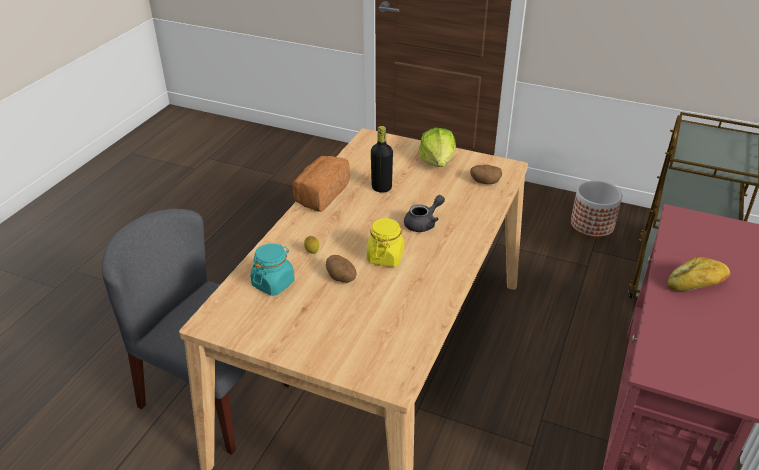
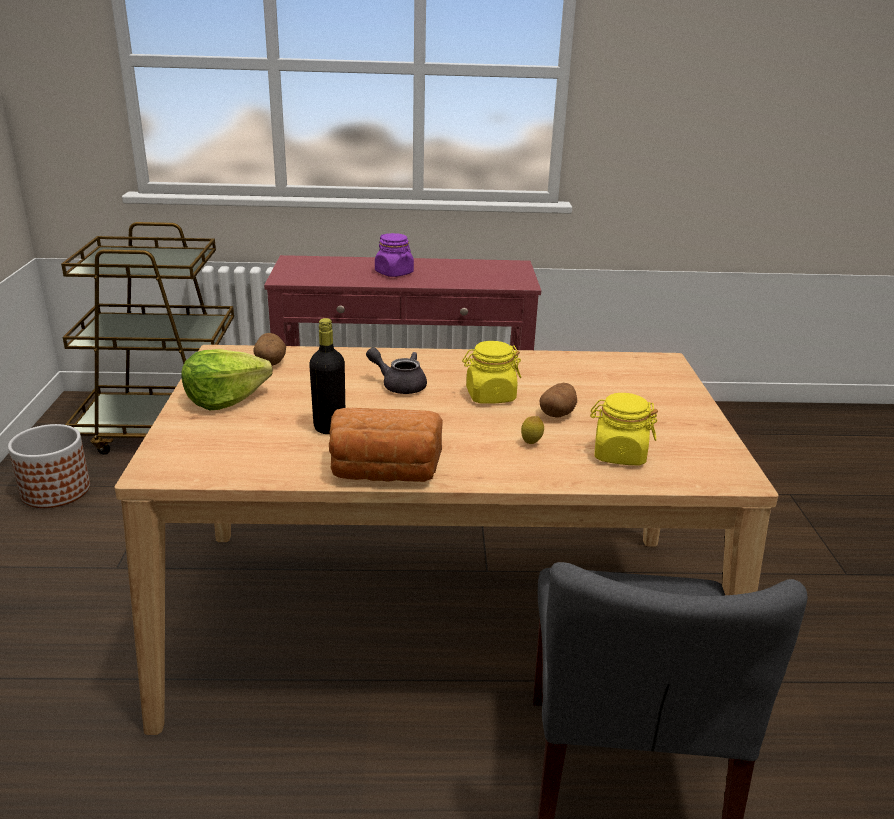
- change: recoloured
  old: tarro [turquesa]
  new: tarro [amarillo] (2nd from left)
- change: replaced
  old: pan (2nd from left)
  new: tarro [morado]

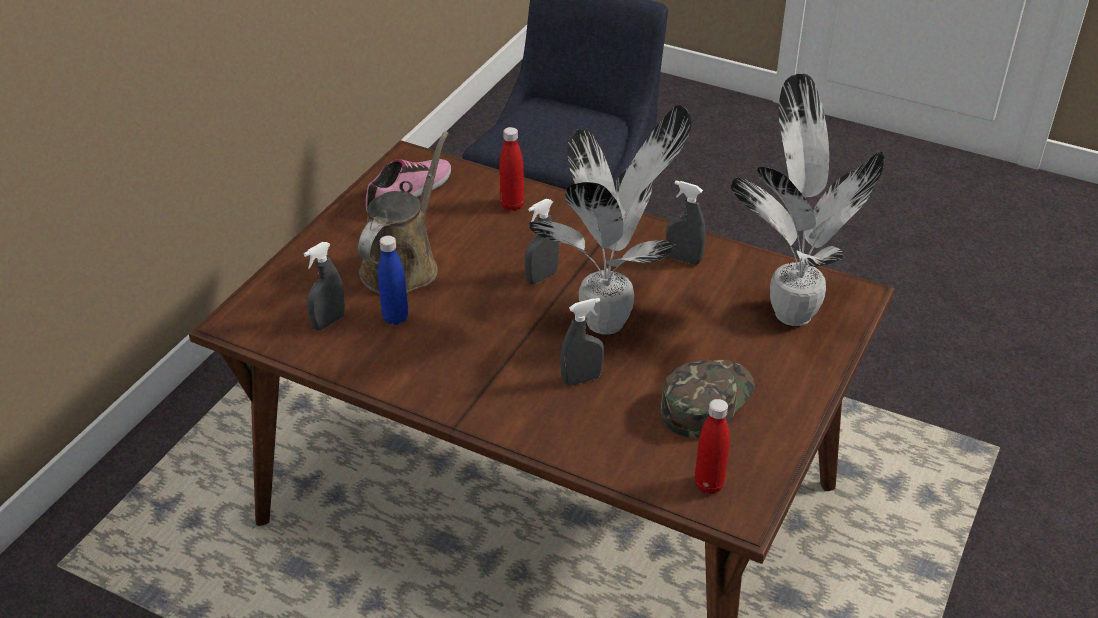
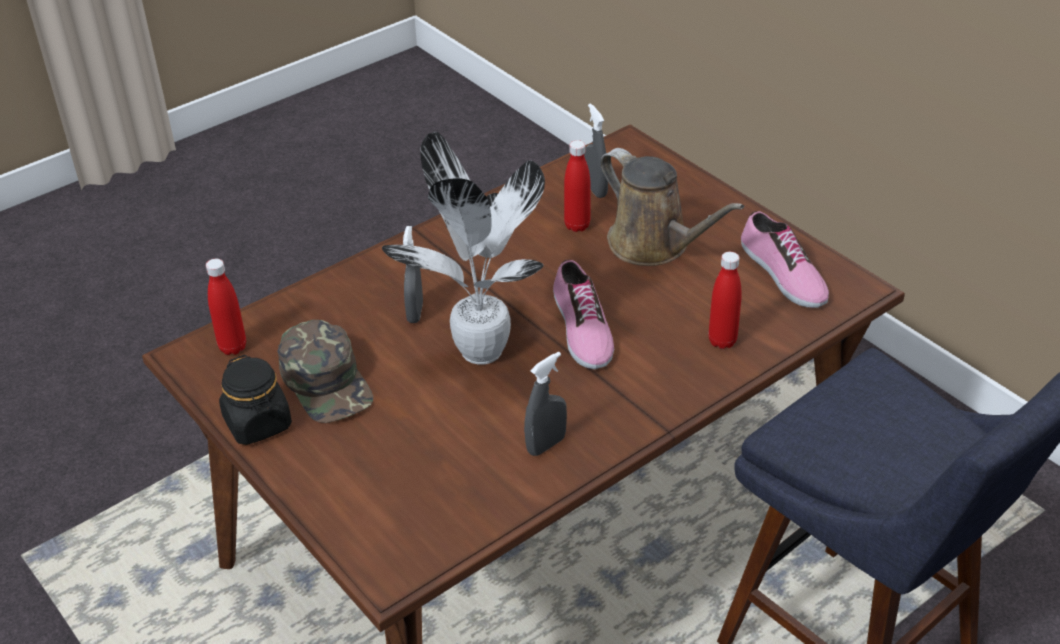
- change: removed
  old: planta en maceta (2nd from left)
- change: replaced
  old: pulverizador [gris] (2nd from left)
  new: zapato (1st from left)
- change: recoloured
  old: botella [azul]
  new: botella [rojo] (2nd from left)
- change: added
  new: tarro [negro]

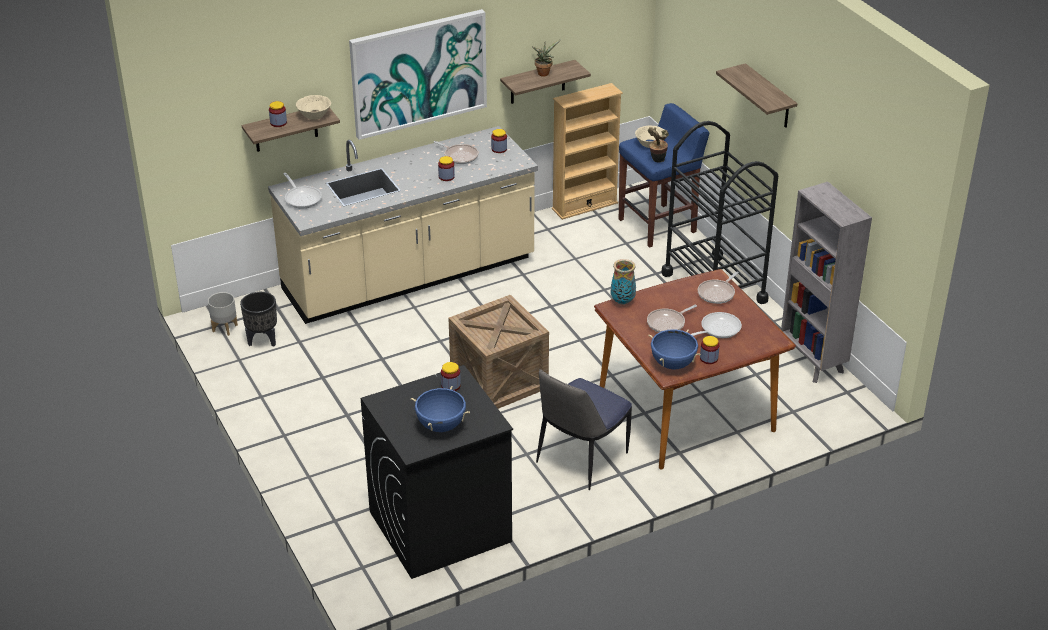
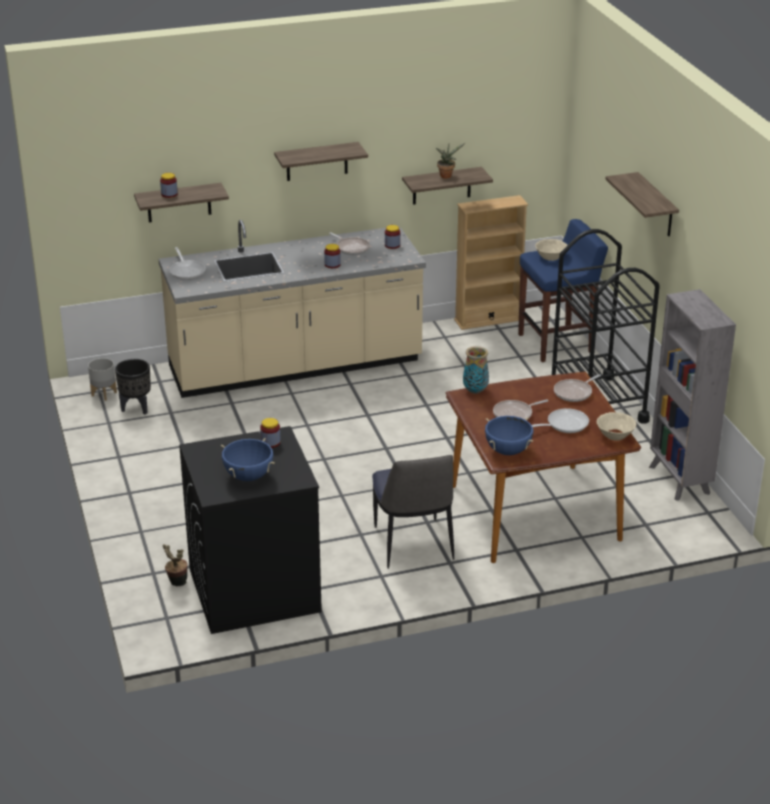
- change: replaced
  old: cuadro
  new: estante (2nd from left)
- change: moved
  old: cuenco [beis] (1st from left in the first image)
  new: cuenco [beis] (2nd from left)
- change: moved
  old: planta en maceta (2nd from left in the first image)
  new: planta en maceta (1st from left)
- change: removed
  old: caja de embalaje
- change: removed
  old: tarro (5th from left)
- change: turned
  old: silla
  degrees: -60

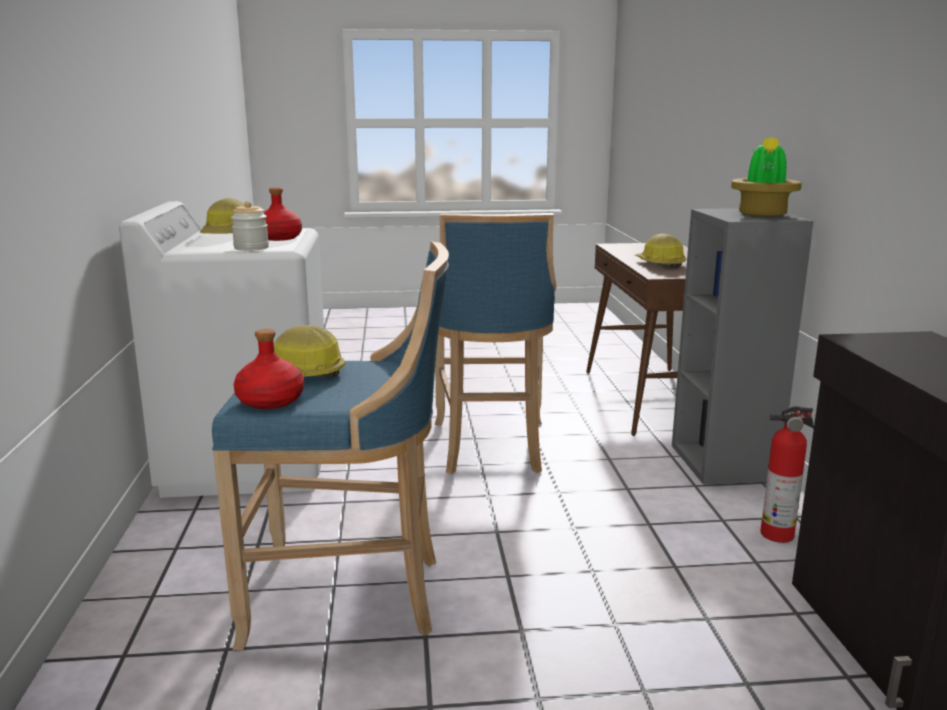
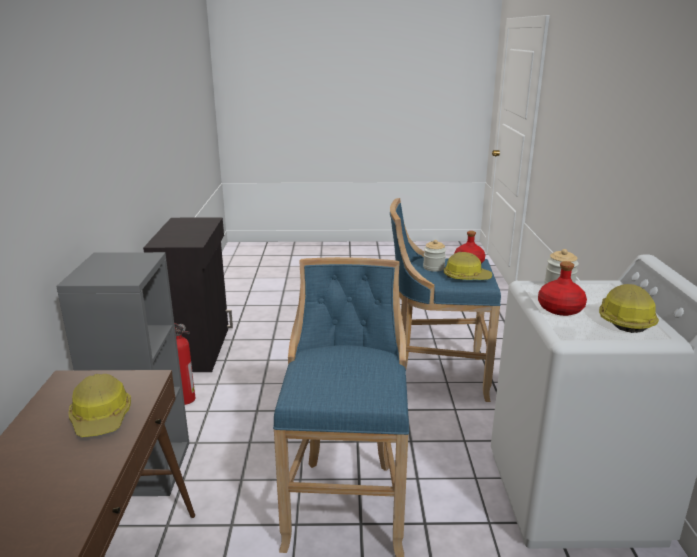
- change: removed
  old: planta en maceta
- change: added
  new: tarro (1st from left)

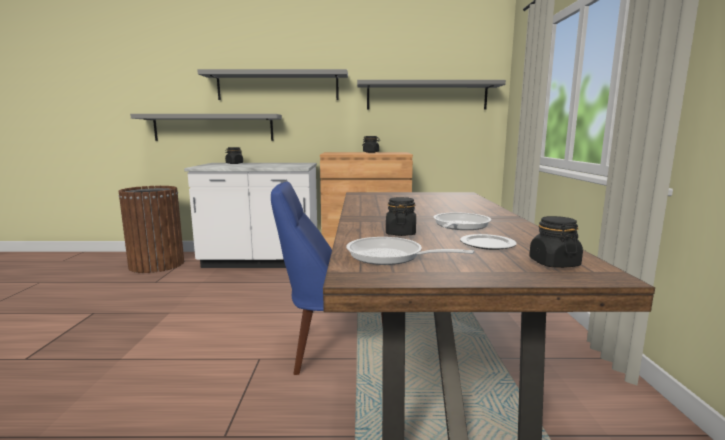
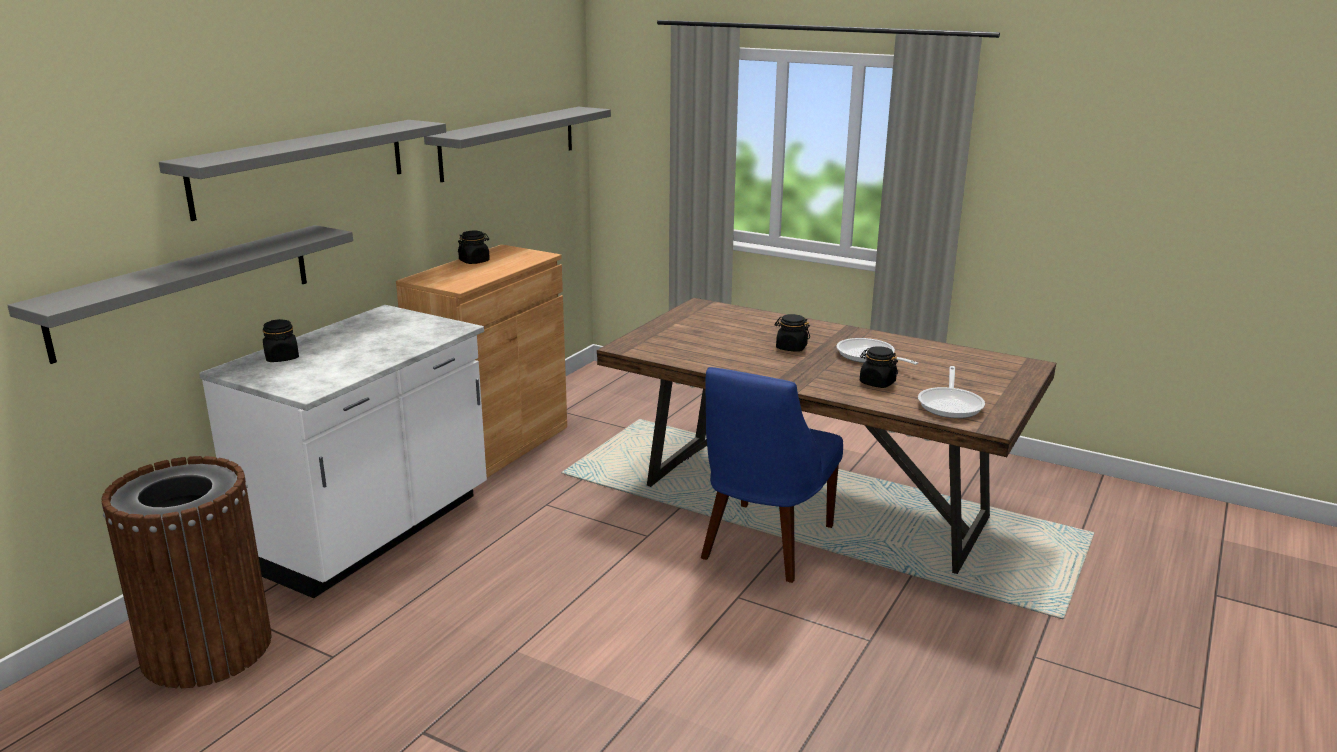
- change: moved
  old: tarro [negro] (4th from left in the first image)
  new: tarro [negro] (3rd from left)
- change: removed
  old: plato
- change: turned
  old: sartén (1st from left in the first image)
  degrees: -45

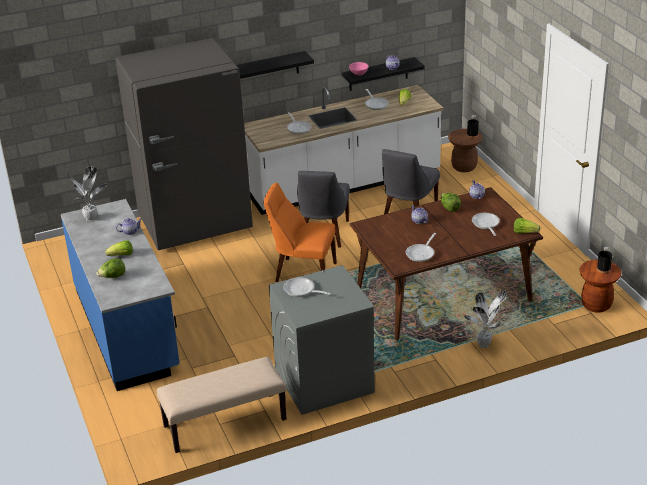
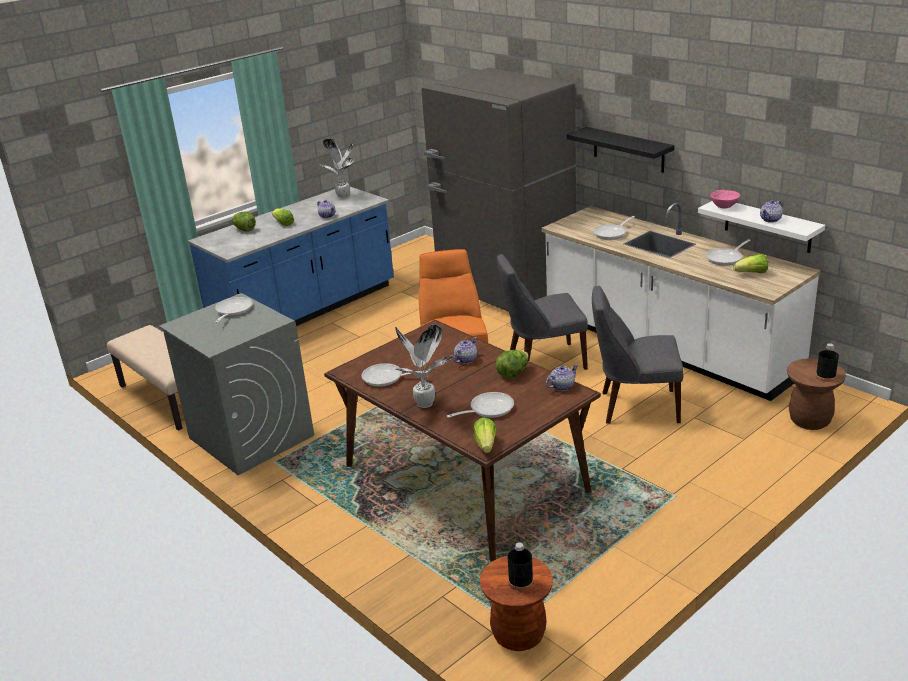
- change: recoloured
  old: estante [negro] (2nd from left)
  new: estante [blanco]
- change: moved
  old: planta en maceta (2nd from left)

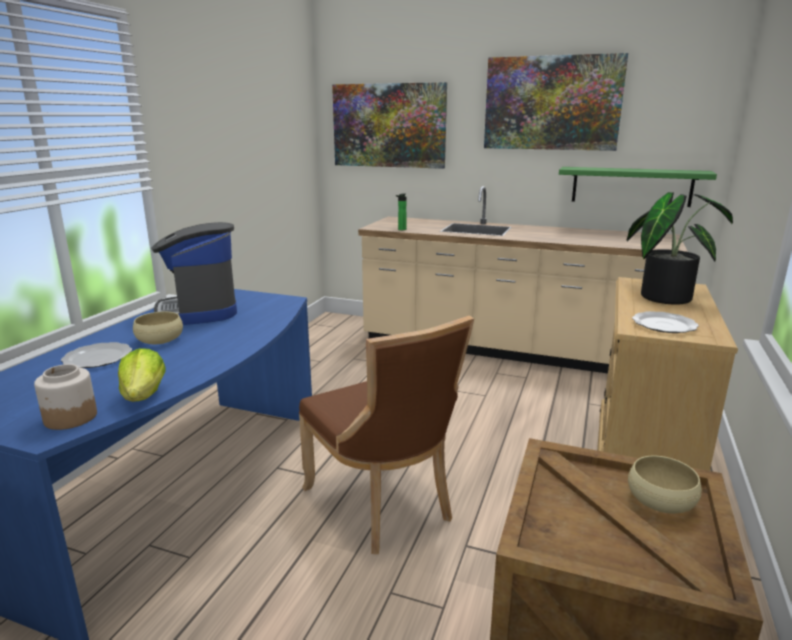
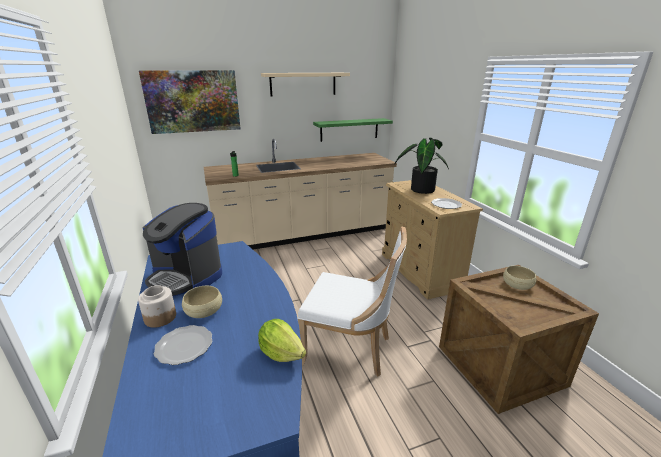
- change: replaced
  old: cuadro (2nd from left)
  new: estante [beis]
- change: recoloured
  old: silla [marrón]
  new: silla [blanco]
- change: moved
  old: tarro

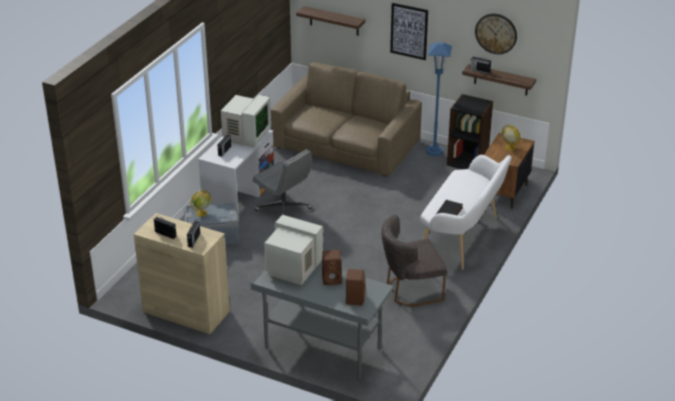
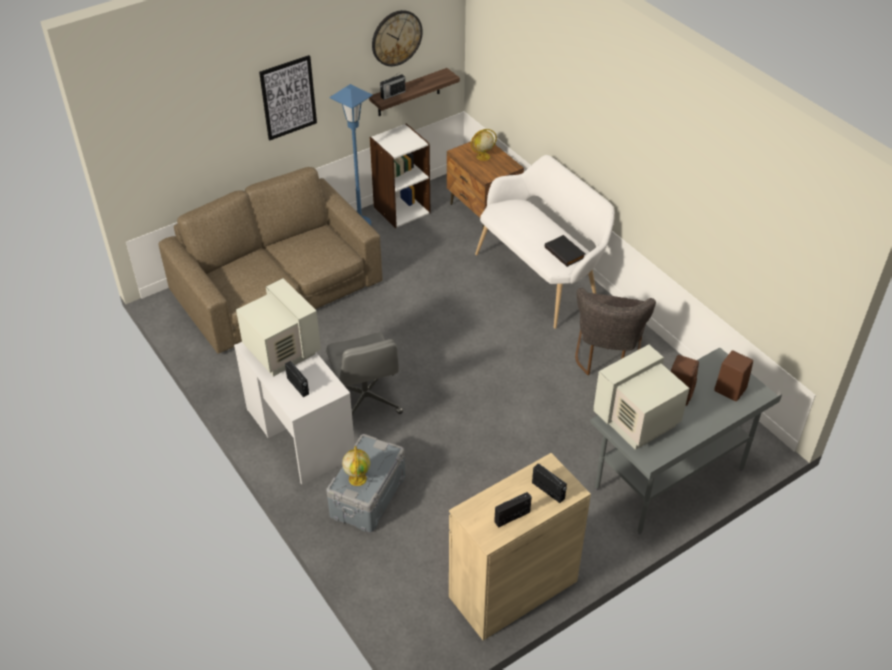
- change: removed
  old: estante (1st from left)
- change: recoloured
  old: estantería [negro]
  new: estantería [blanco]
- change: turned
  old: silla de oficina [gris]
  degrees: 90

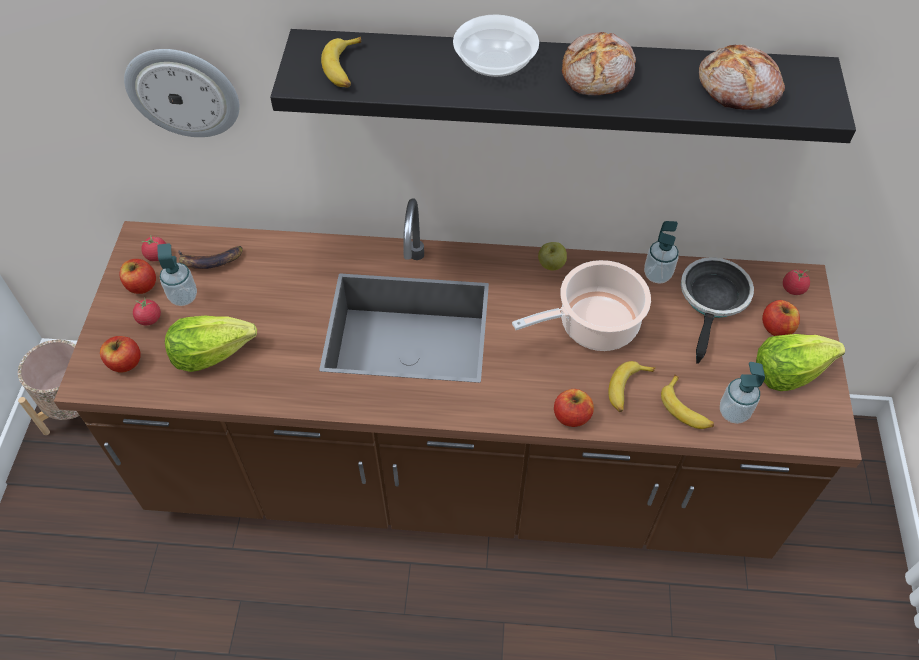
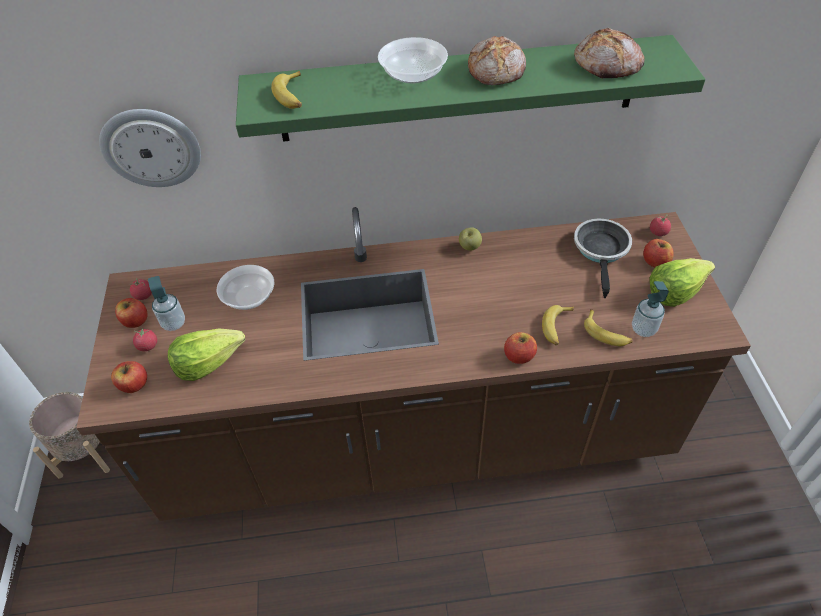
- change: recoloured
  old: estante [negro]
  new: estante [verde]
- change: removed
  old: dispensador de jabón (2nd from left)
- change: removed
  old: plátano (1st from left)
- change: removed
  old: olla
- change: added
  new: cuenco (1st from left)

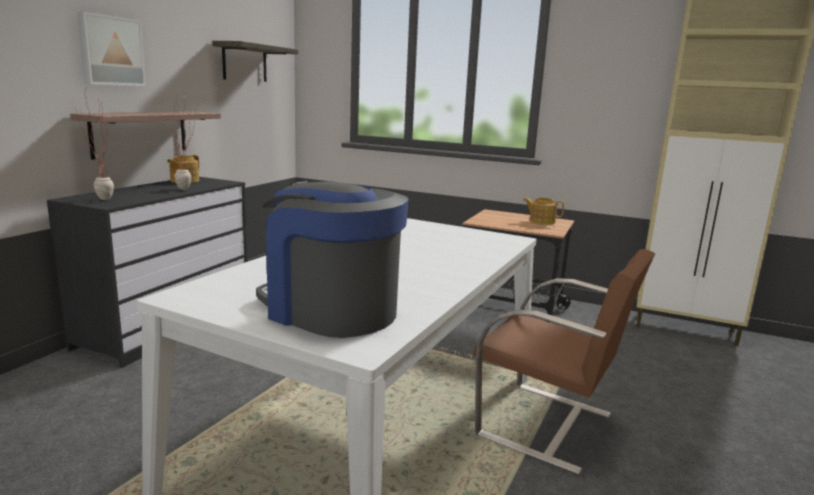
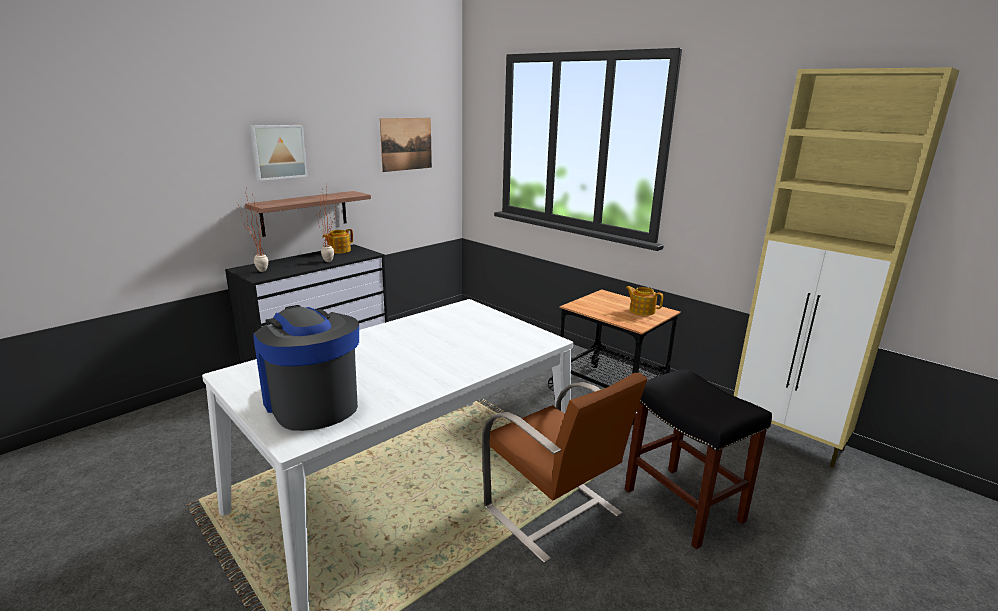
- change: replaced
  old: estante (2nd from left)
  new: cuadro (2nd from left)
- change: added
  new: taburete [negro]

